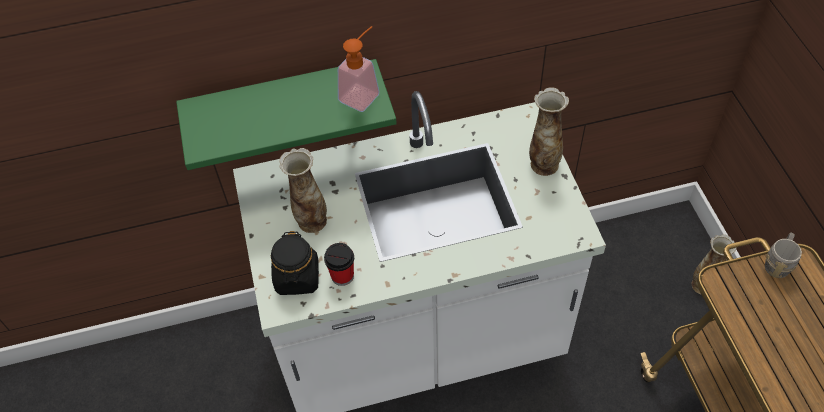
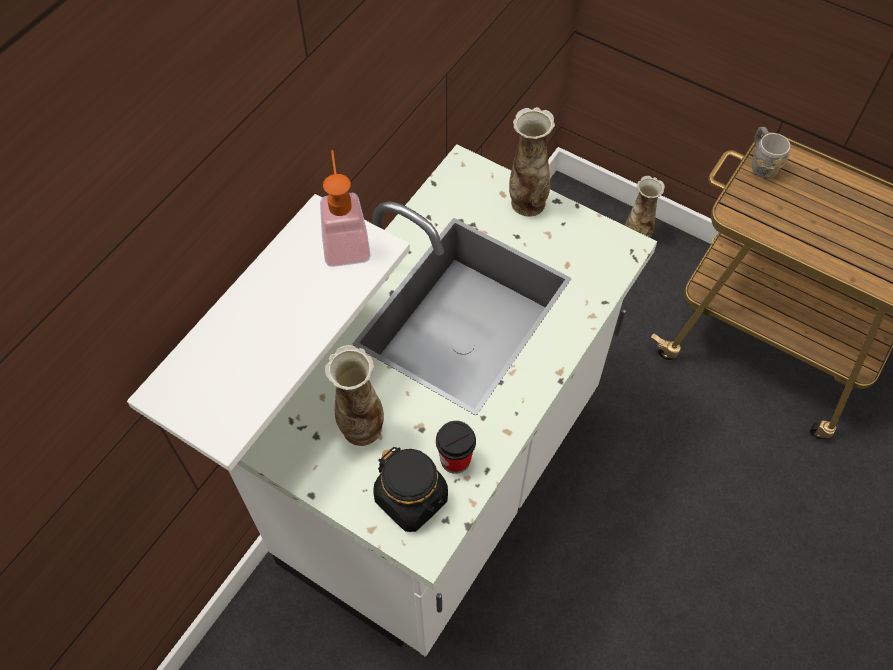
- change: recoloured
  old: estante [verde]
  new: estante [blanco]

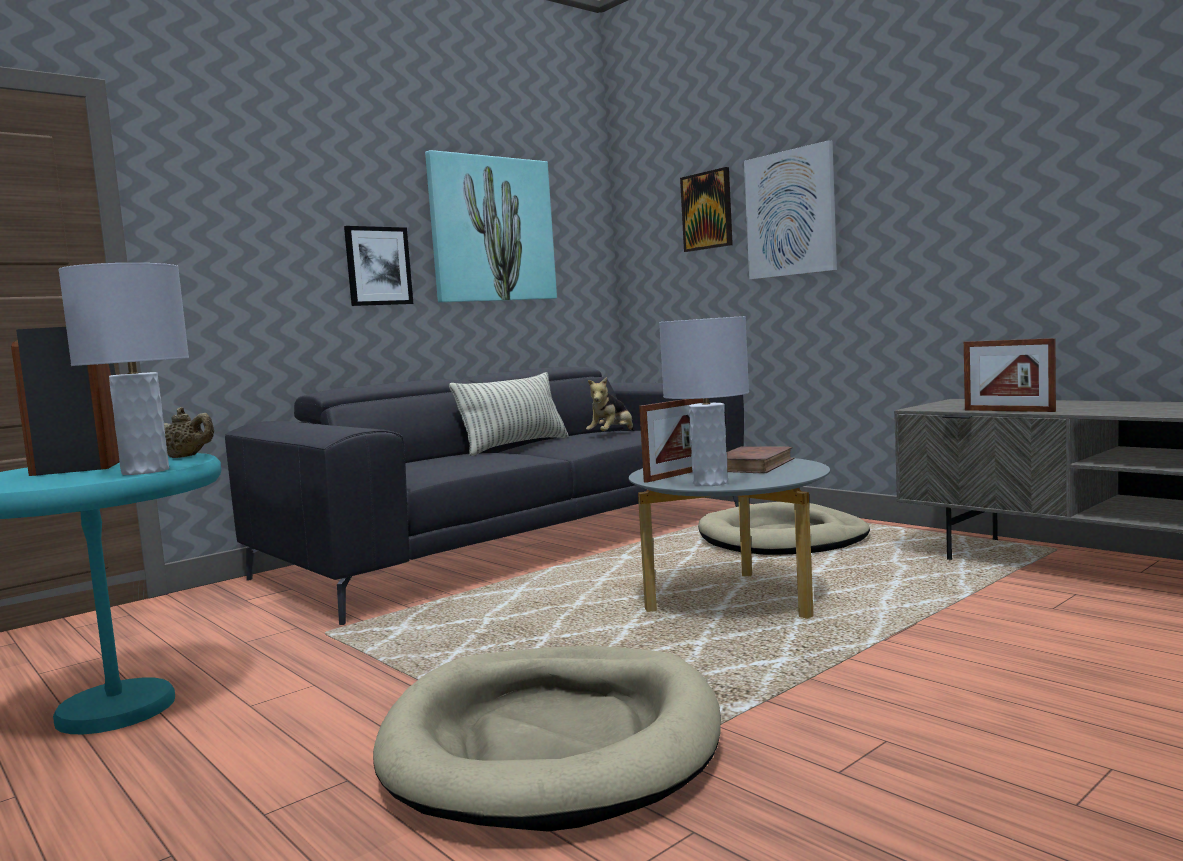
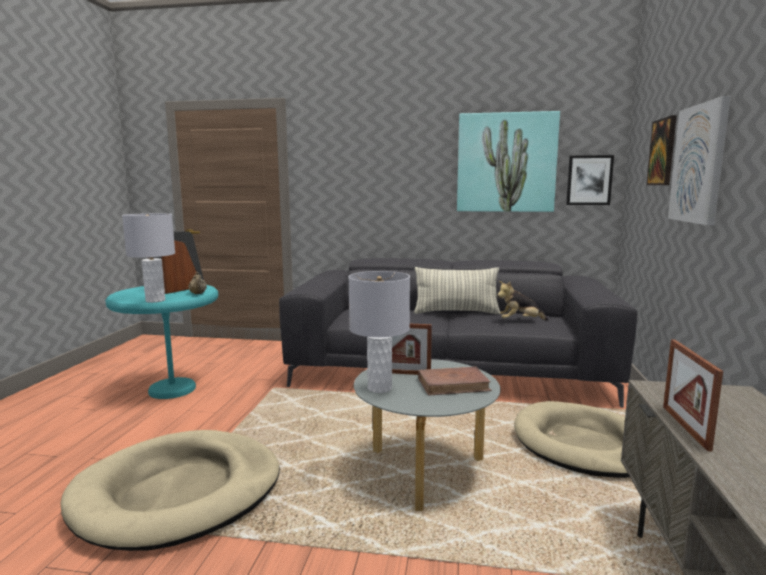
- change: moved
  old: cuadro (1st from left in the first image)
  new: cuadro (2nd from left)

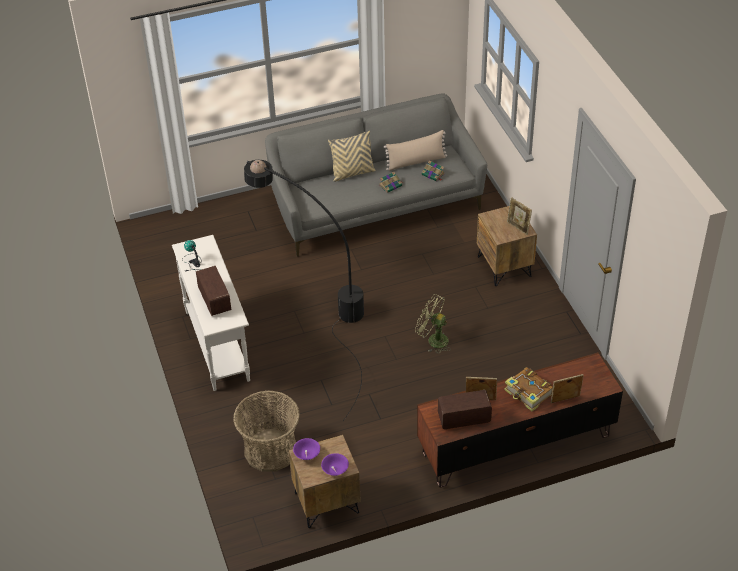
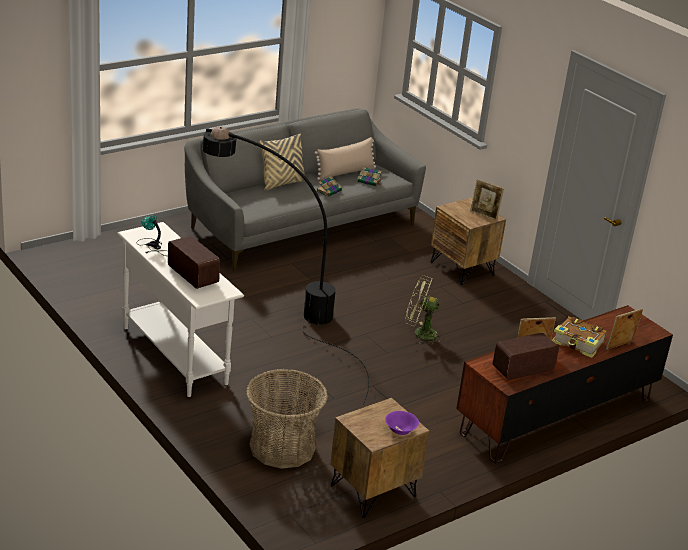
- change: removed
  old: cuenco [morado] (1st from left)

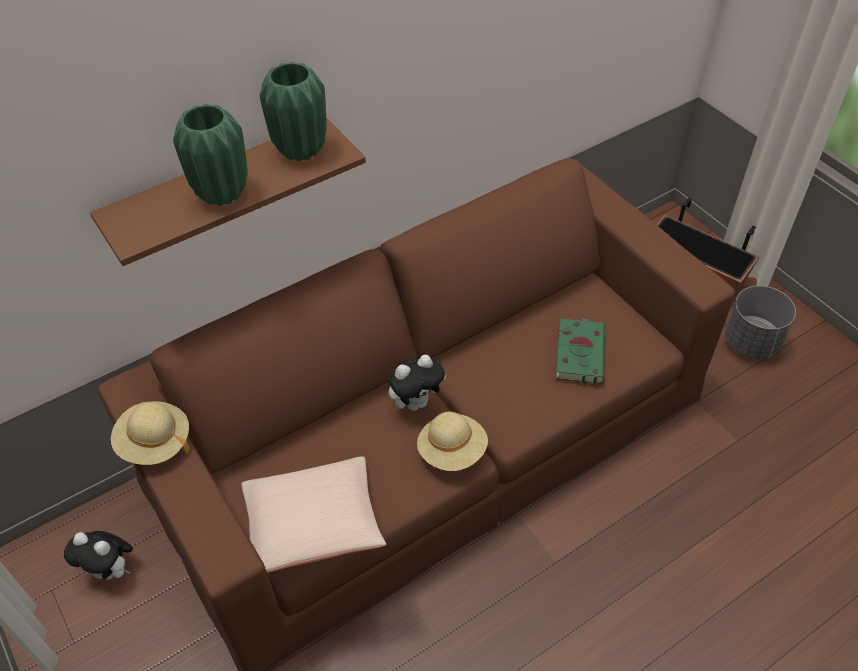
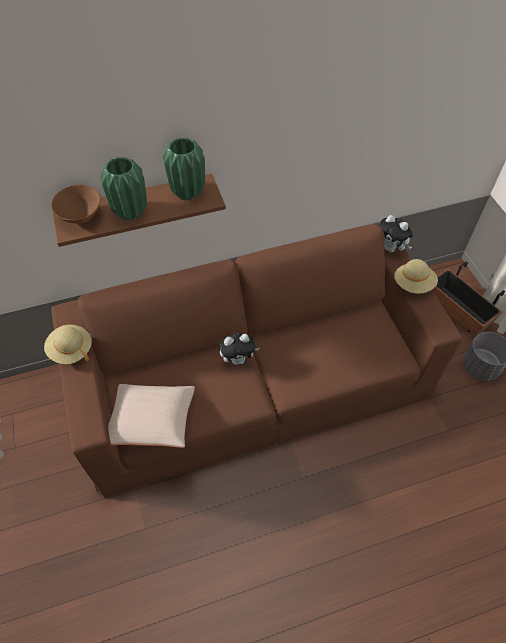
- change: removed
  old: libro [verde]
- change: moved
  old: sombrero [beis] (2nd from left)
- change: moved
  old: peluche (1st from left in the first image)
  new: peluche (2nd from left)
- change: added
  new: cuenco [marrón]

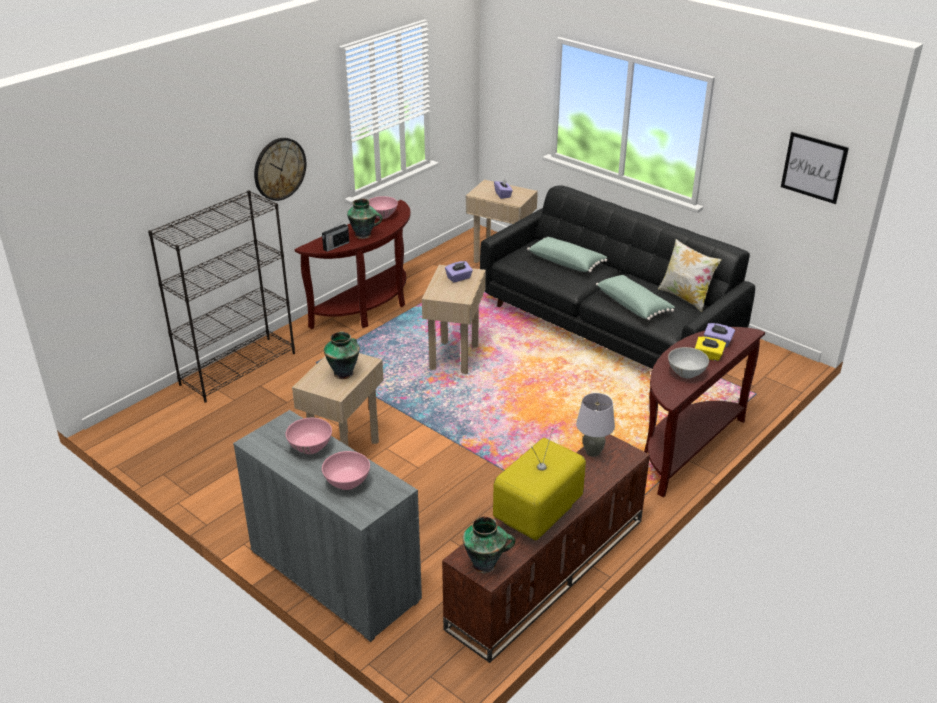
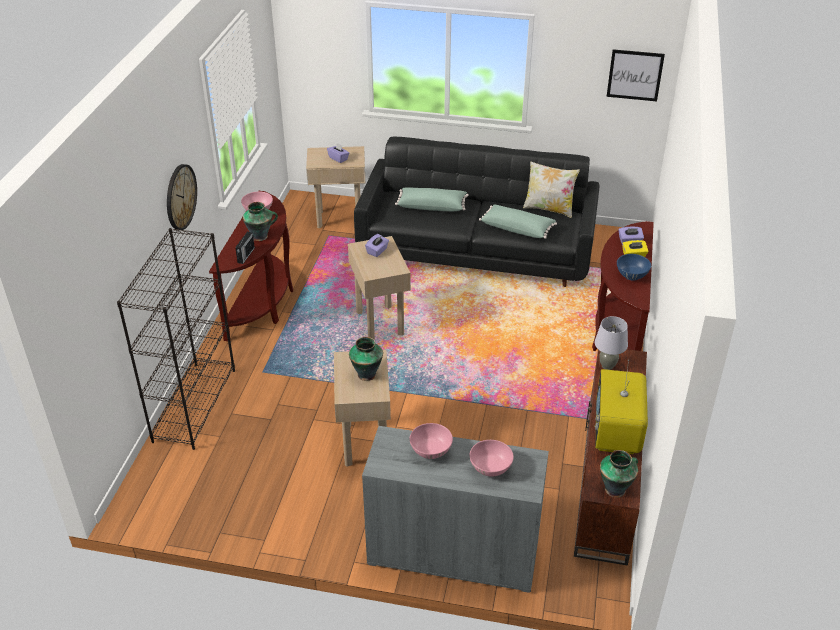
- change: recoloured
  old: cuenco [blanco]
  new: cuenco [azul]

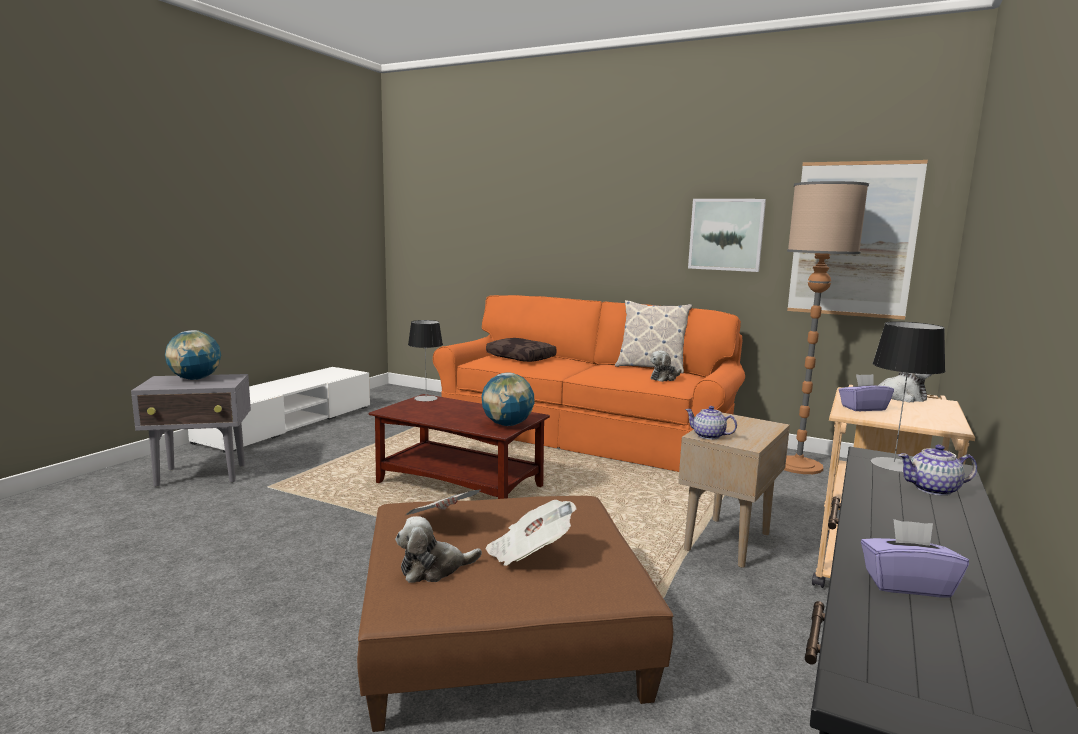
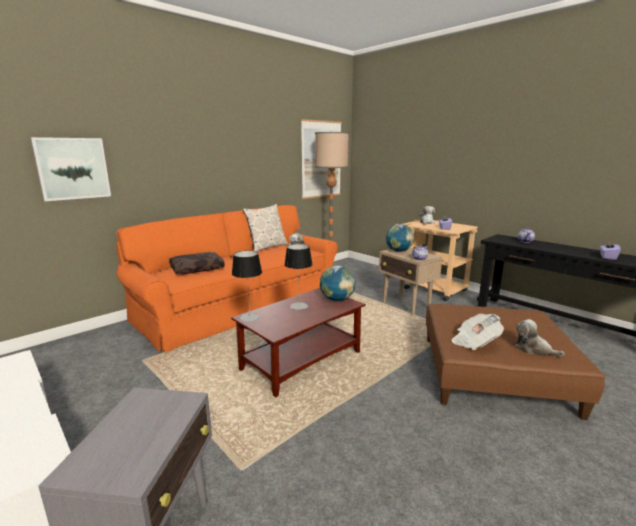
- change: moved
  old: cuadro (1st from left)
- change: moved
  old: lámpara de mesa (2nd from left)
- change: moved
  old: globo terráqueo (1st from left in the first image)
  new: globo terráqueo (2nd from left)
- change: removed
  old: periódico (2nd from left)
- change: turned
  old: peluche (1st from left in the first image)
  degrees: 135

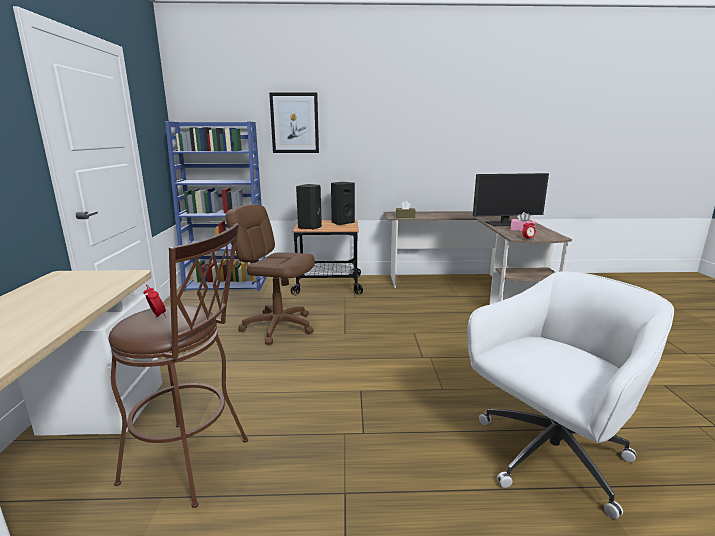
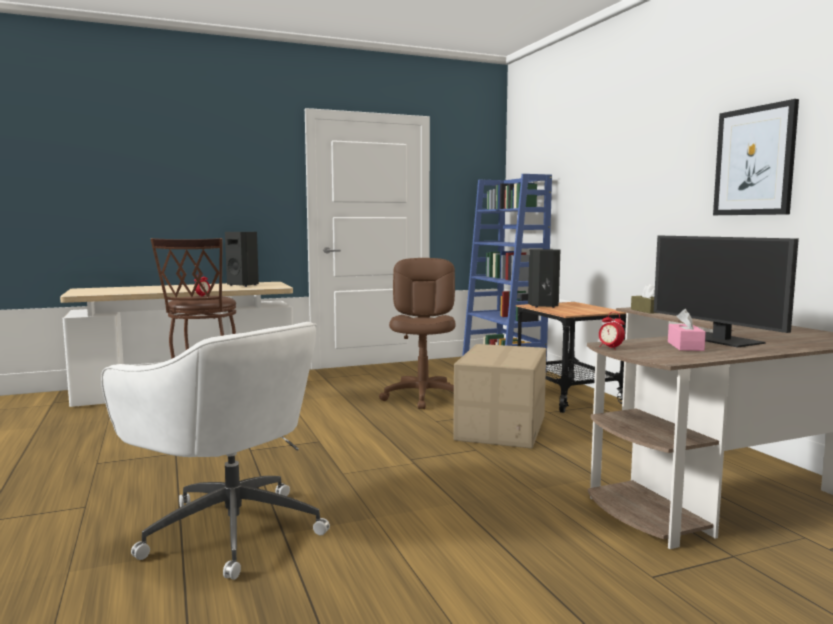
- change: moved
  old: cuadro
- change: moved
  old: altavoz [negro] (2nd from left in the first image)
  new: altavoz [negro] (1st from left)
- change: added
  new: caja de cartón

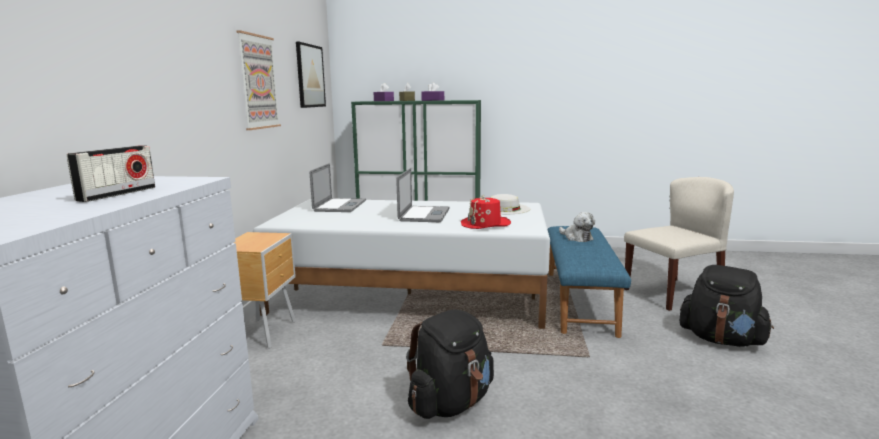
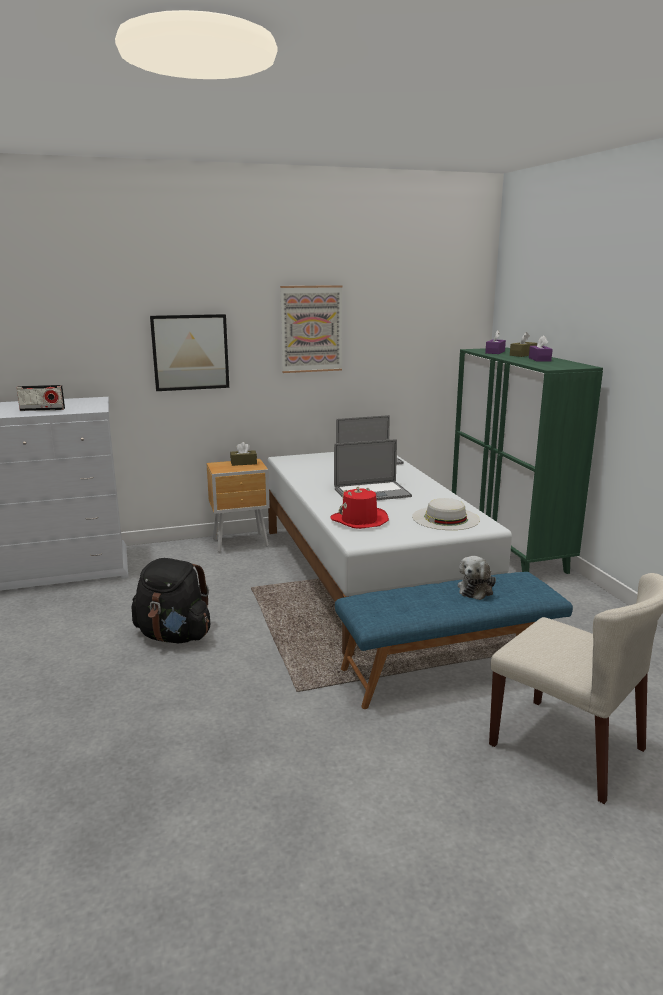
- change: moved
  old: cuadro (2nd from left in the first image)
  new: cuadro (1st from left)
- change: removed
  old: mochila [negro] (2nd from left)
- change: added
  new: caja de pañuelos [marrón] (1st from left)

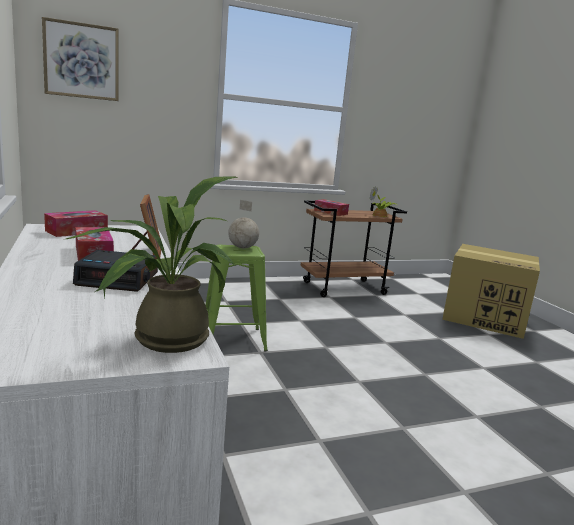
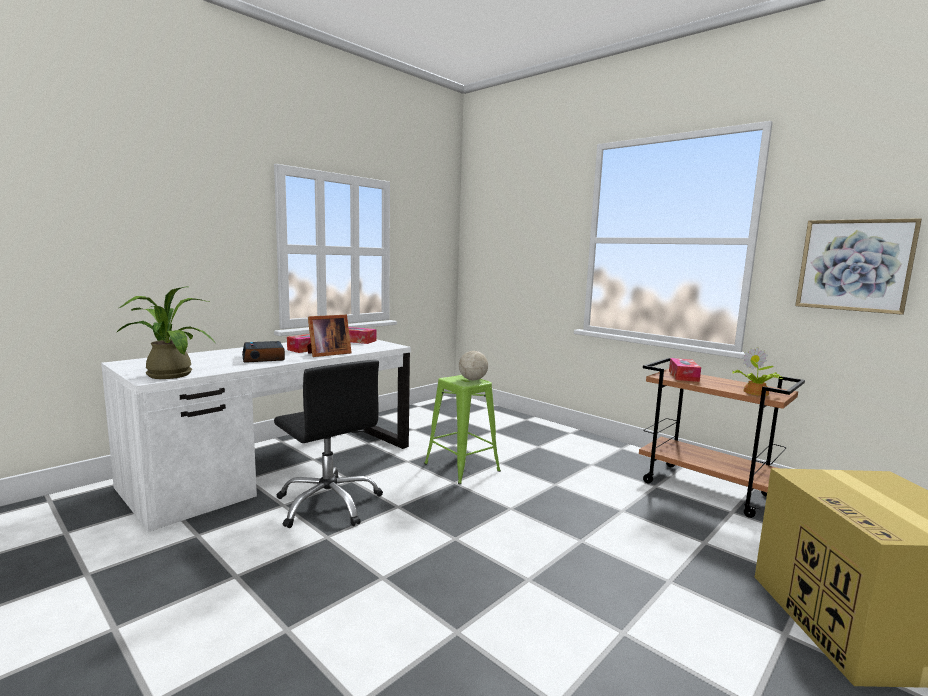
- change: moved
  old: cuadro
- change: added
  new: silla de oficina [negro]

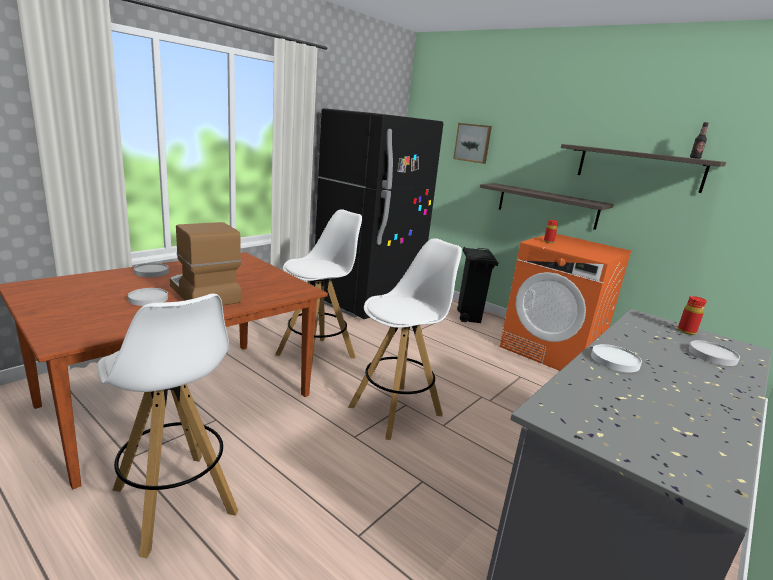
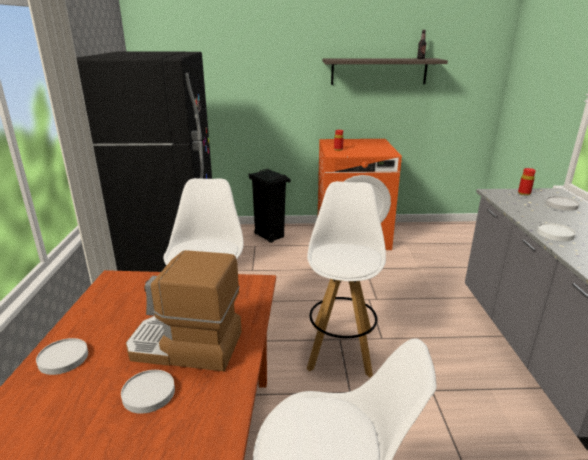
- change: removed
  old: cuadro
- change: removed
  old: estante (1st from left)

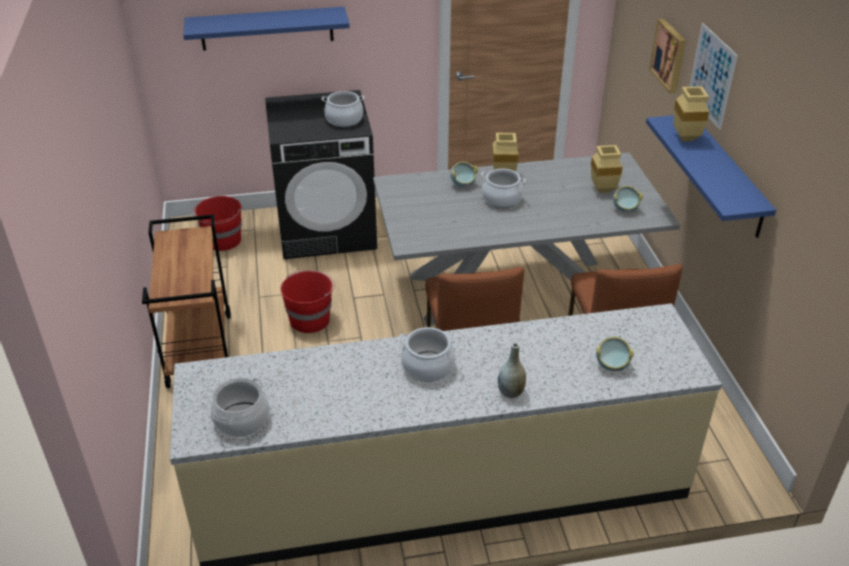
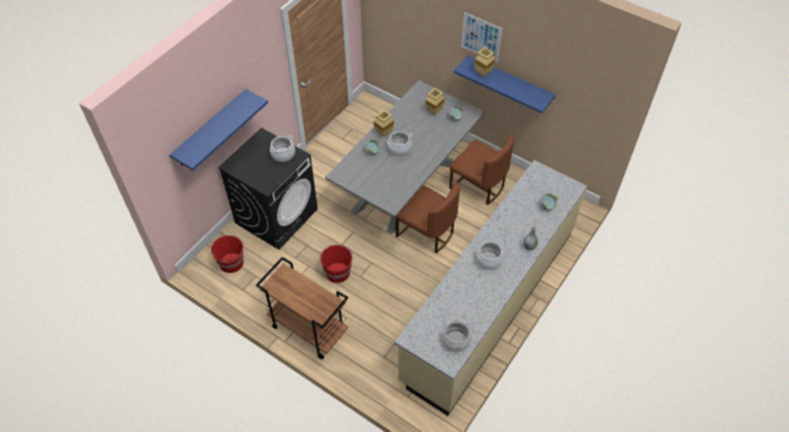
- change: removed
  old: cuadro (1st from left)

